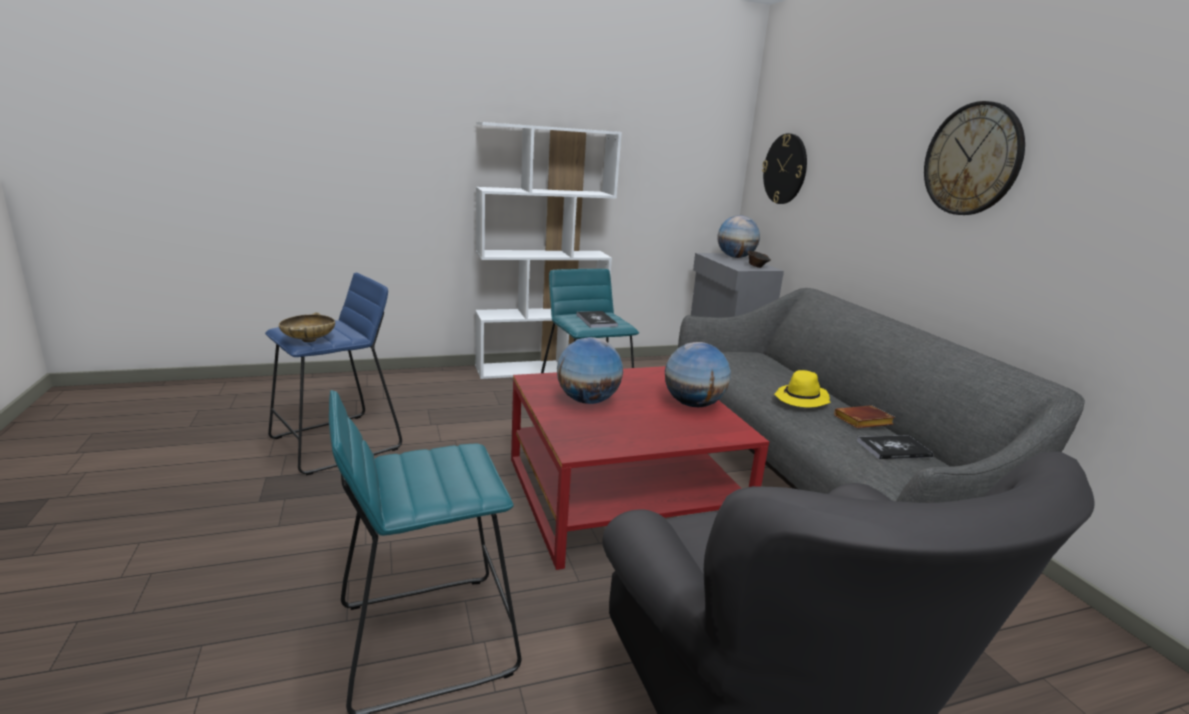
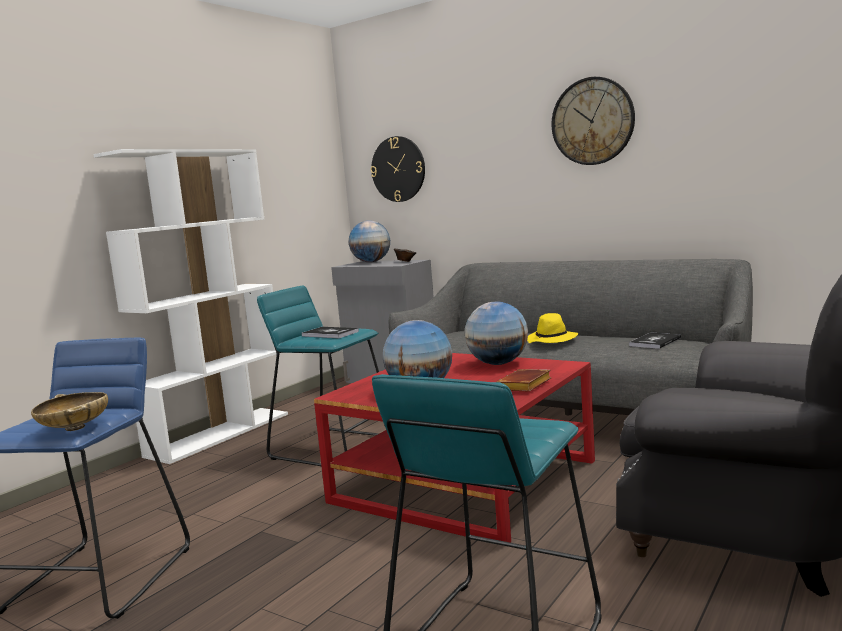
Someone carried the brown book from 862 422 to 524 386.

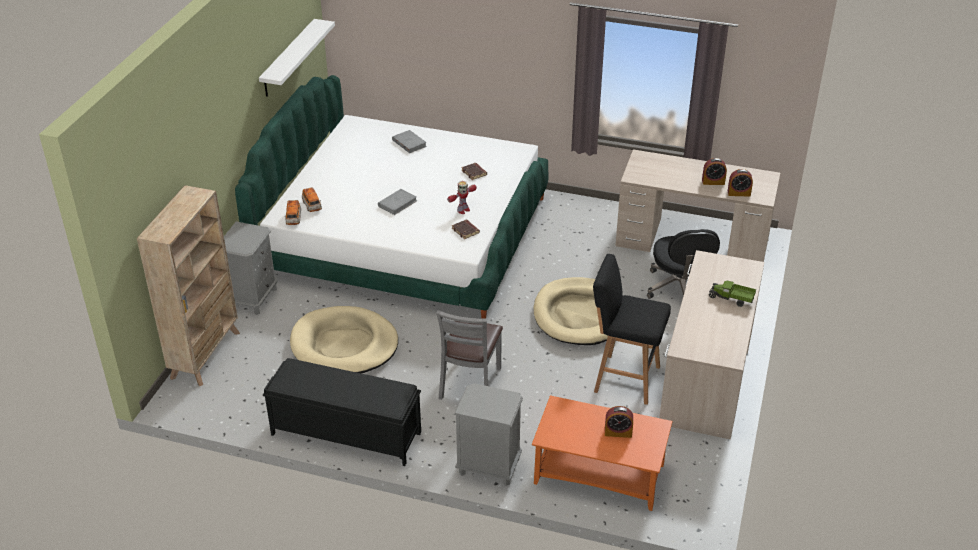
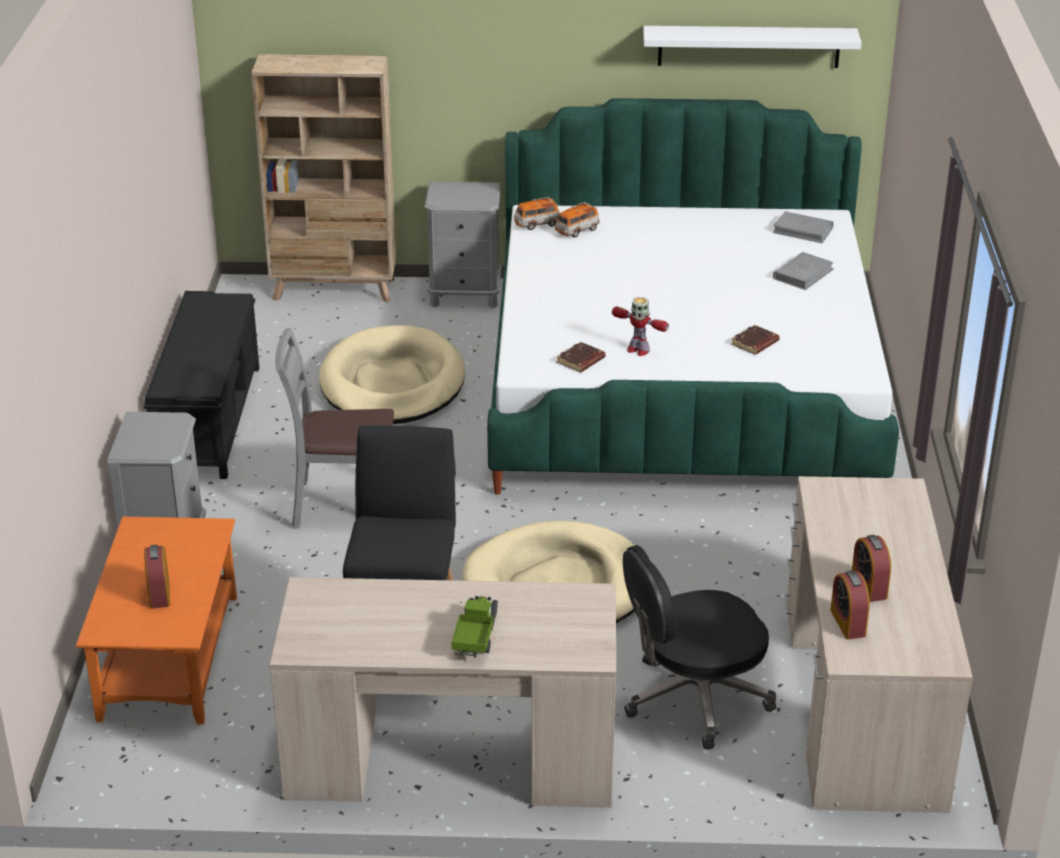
Someone carried the grey book from 397 203 to 803 230.

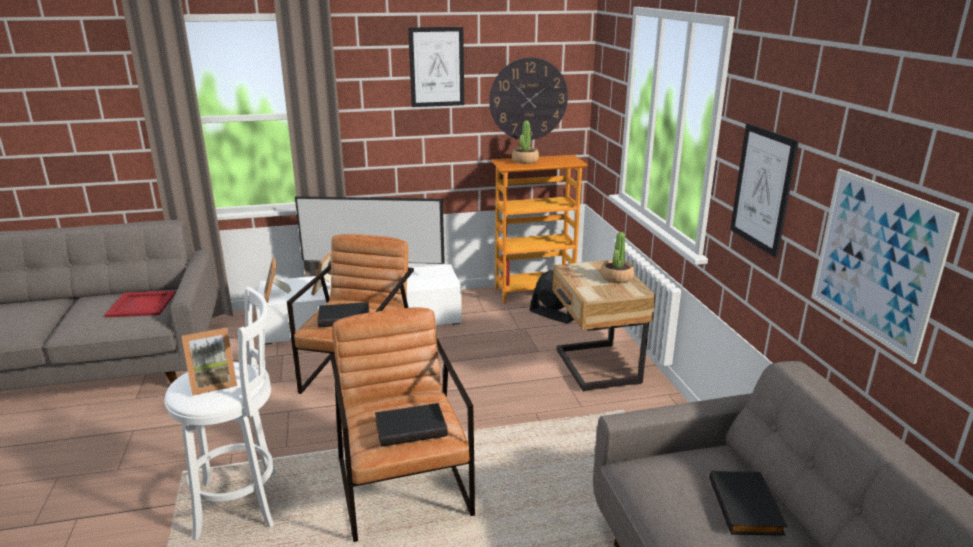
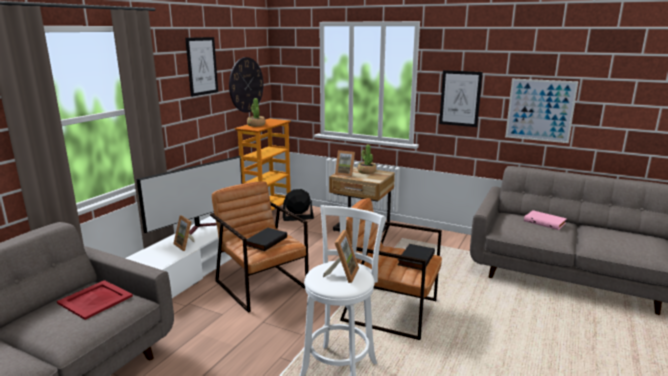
Someone carried the picture frame from 276 296 to 345 174.
Someone repainted the black book at 747 507, which became the pink book at 545 222.

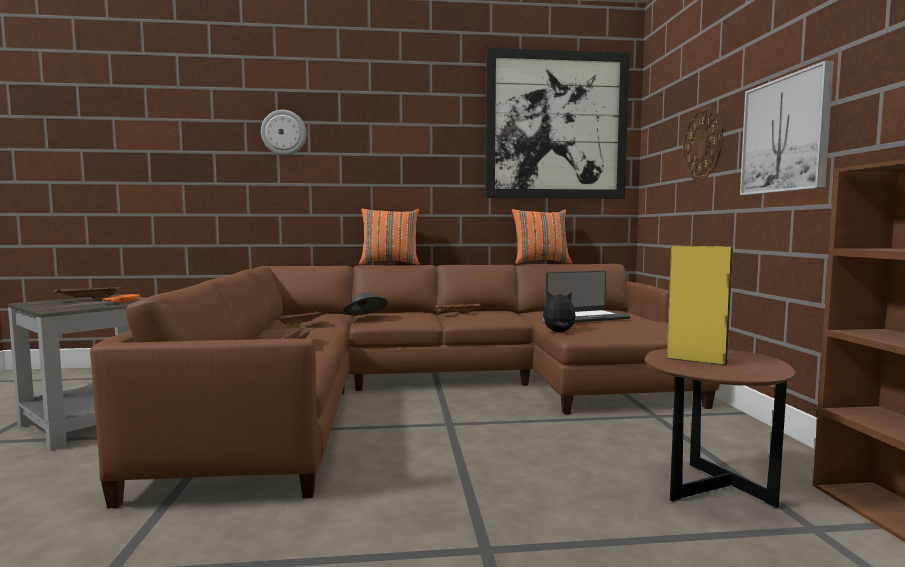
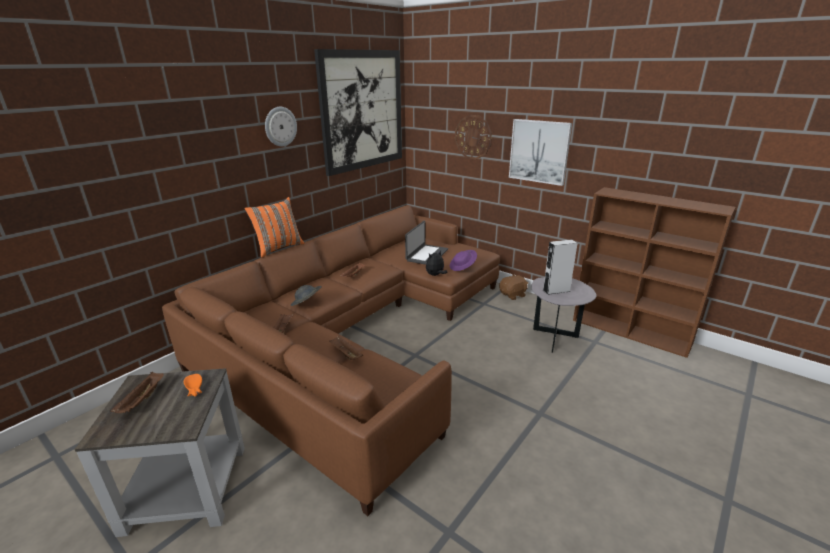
Someone carried the wall clock from 284 132 to 280 126.
Someone took away the orange pillow at 540 263.
Someone repainted the yellow speaker at 696 359, which became the grey speaker at 556 290.
Someone repainted the brown side table at 710 492, which became the grey side table at 555 341.
Someone put down the purple hat at 463 267.
Someone put down the brown plush toy at 513 295.

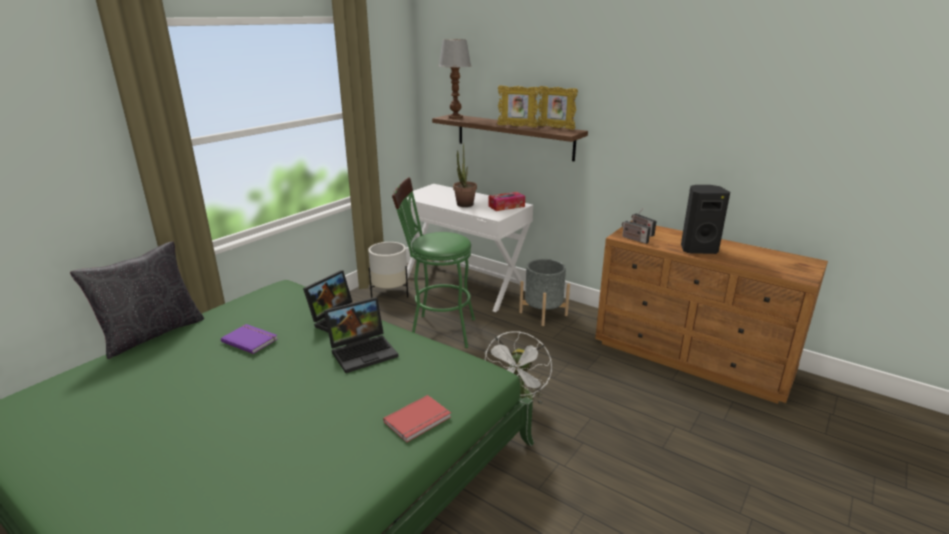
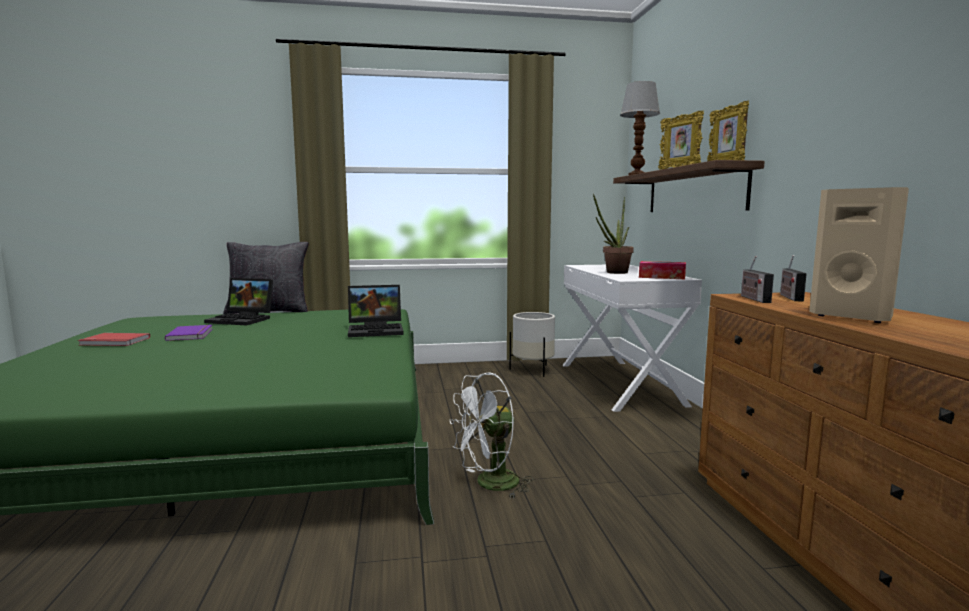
Someone took away the green stool at 437 330.
Someone repainted the black speaker at 697 249, which became the beige speaker at 853 317.
Someone took away the grey planter at 543 314.
Someone carried the laptop from 364 351 to 243 319.
Someone carried the purple book from 250 340 to 192 334.
Someone carried the red book from 419 420 to 114 342.

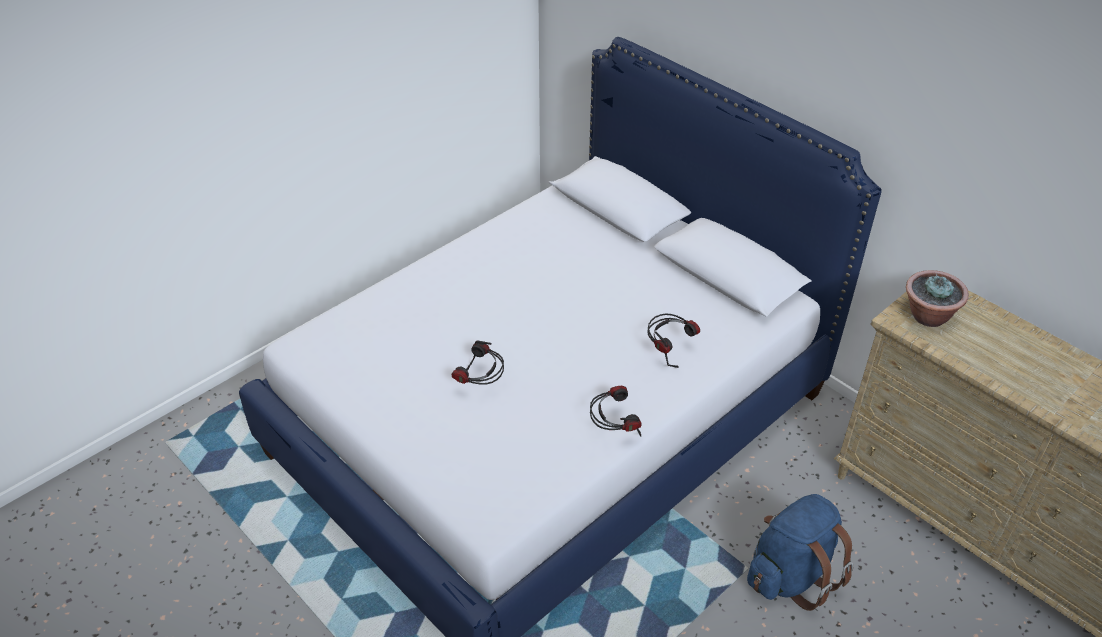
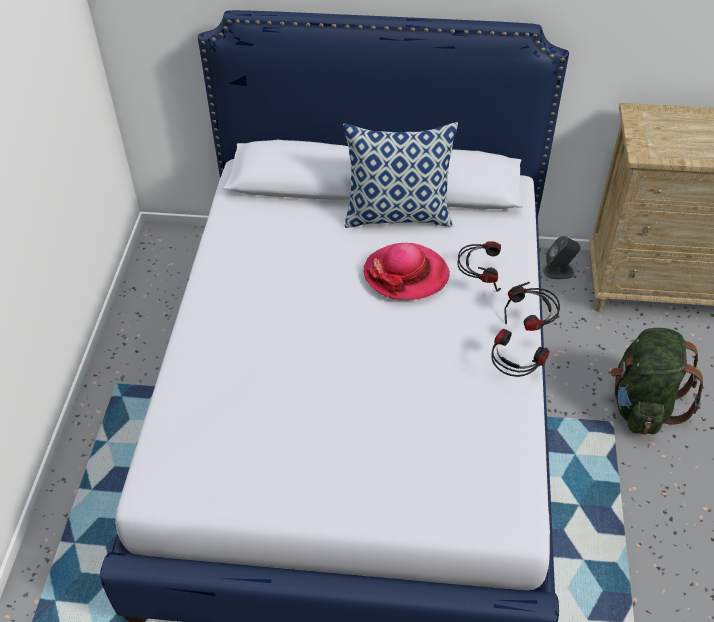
Someone took away the potted plant at 928 316.
Someone carried the headphones from 481 385 to 530 325.
Someone repainted the blue backpack at 791 575, which became the green backpack at 642 405.
Someone put down the pillow at 398 215.
Someone put down the grey speaker at 559 271.
Someone put down the hat at 406 274.

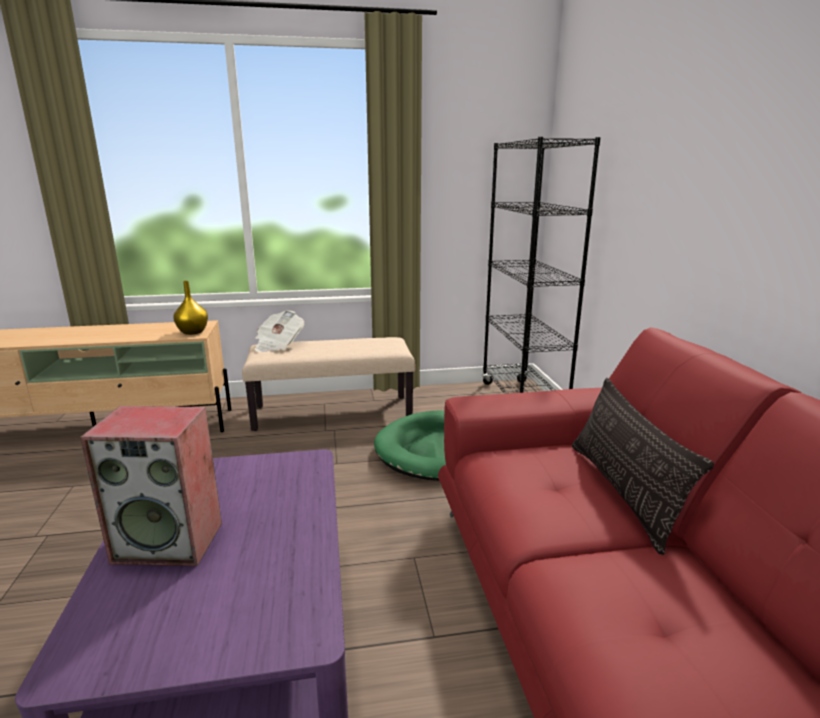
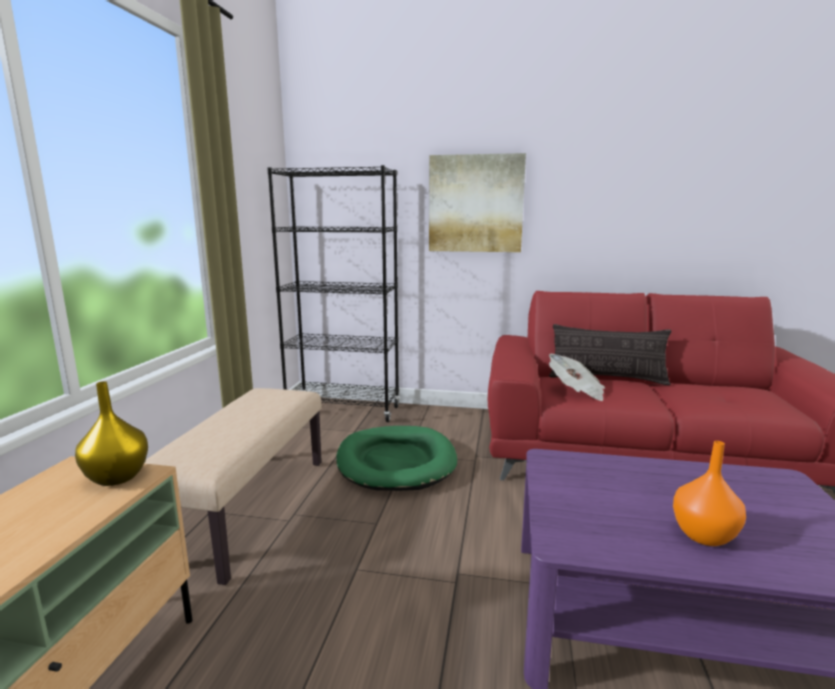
Someone carried the newspaper from 278 345 to 576 392.
Someone swapped the speaker at 170 541 for the orange vase at 702 535.
Someone put up the picture at 475 204.

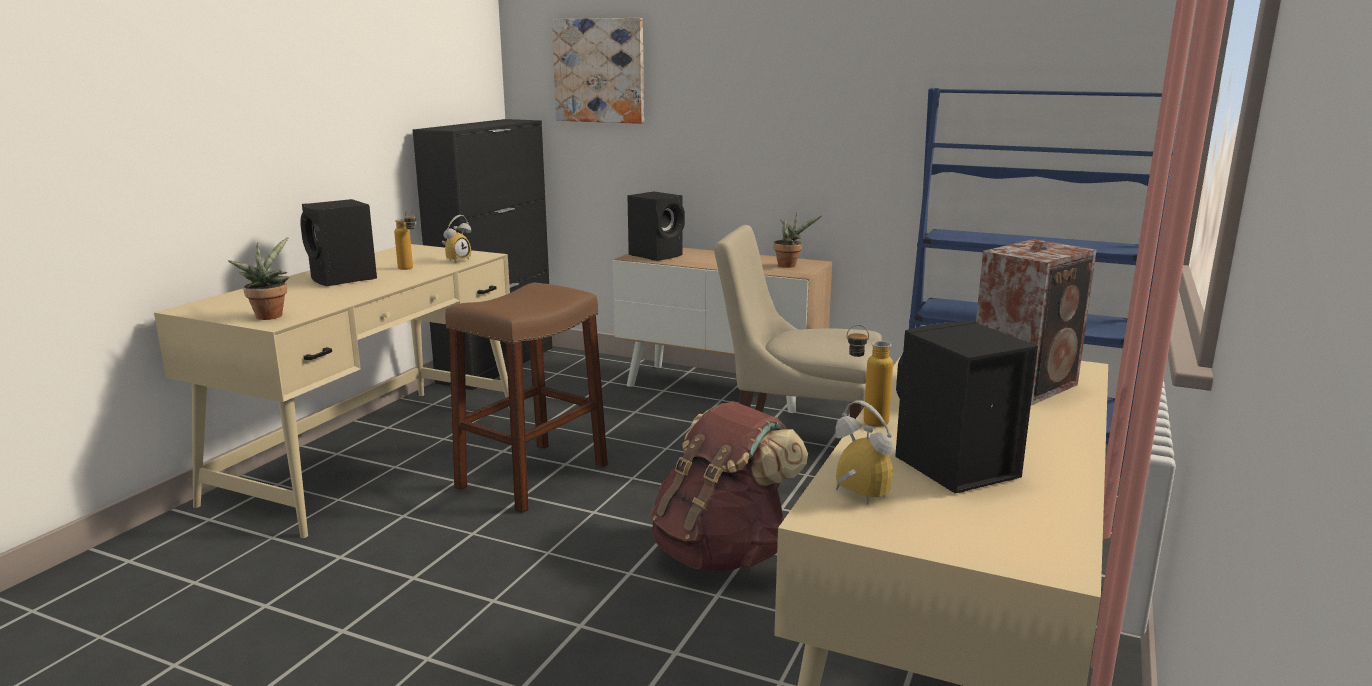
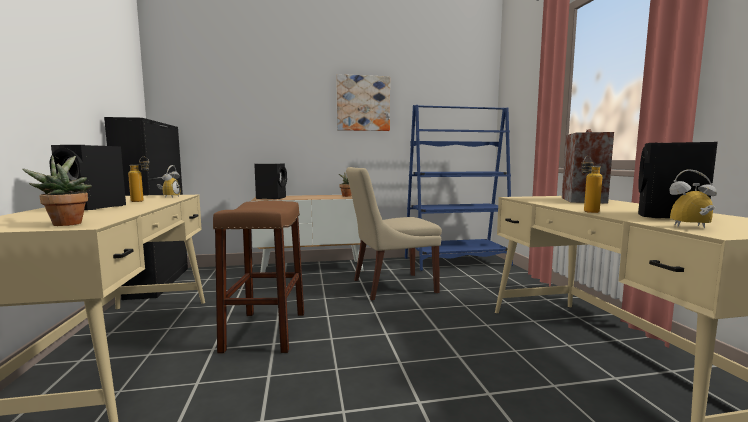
Someone carried the picture from 599 71 to 363 103.
Someone took away the brown backpack at 722 553.

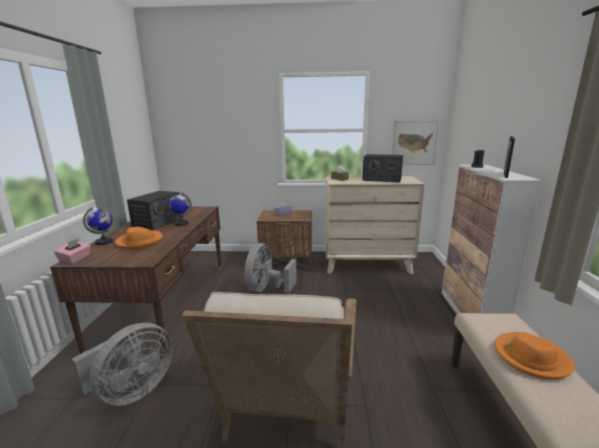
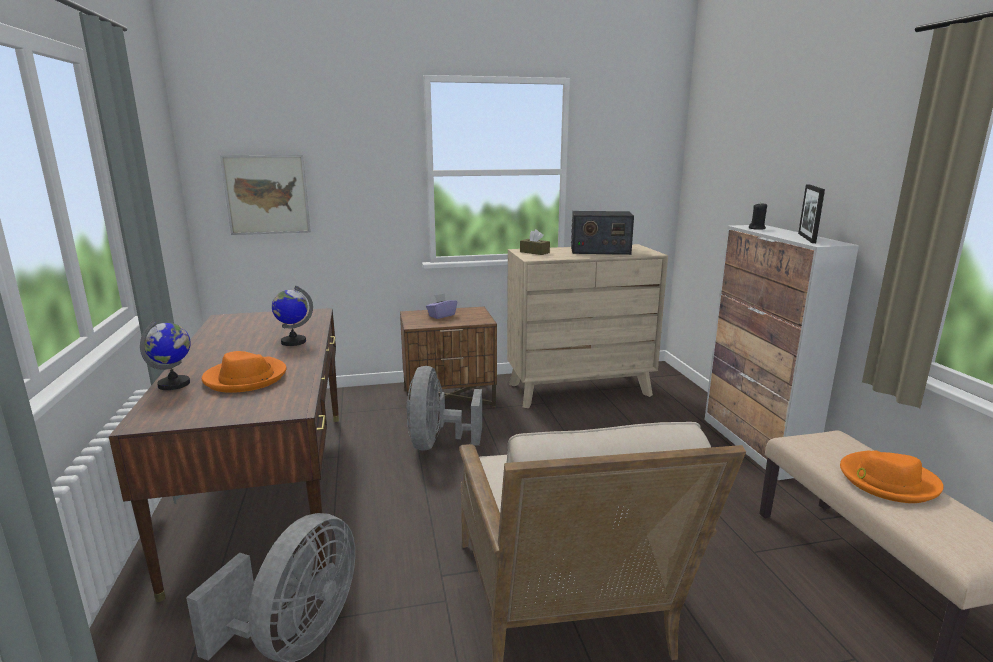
Someone carried the picture from 414 143 to 267 195.
Someone took away the radio at 158 222.
Someone took away the pink tissue box at 75 259.

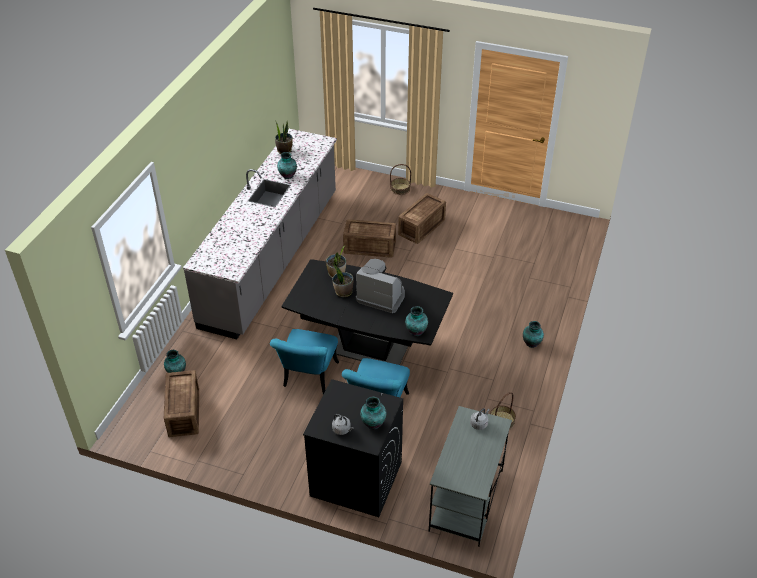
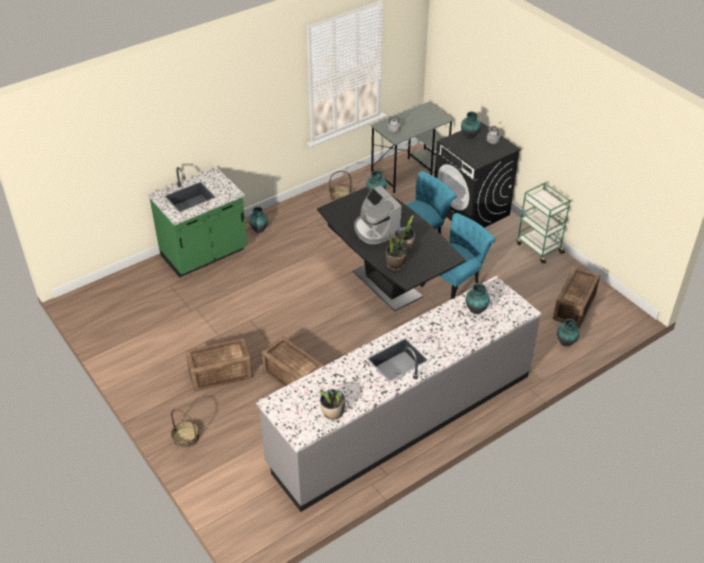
Someone carried the vase from 287 176 to 476 310.
Someone put down the green counter at 204 254.
Someone put down the green cart at 538 248.

